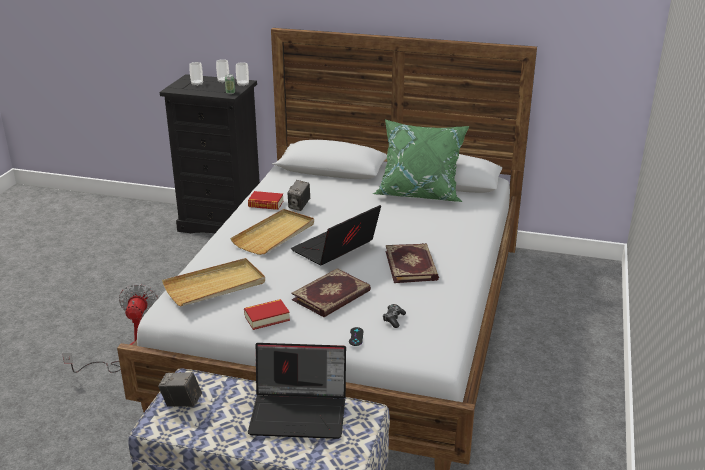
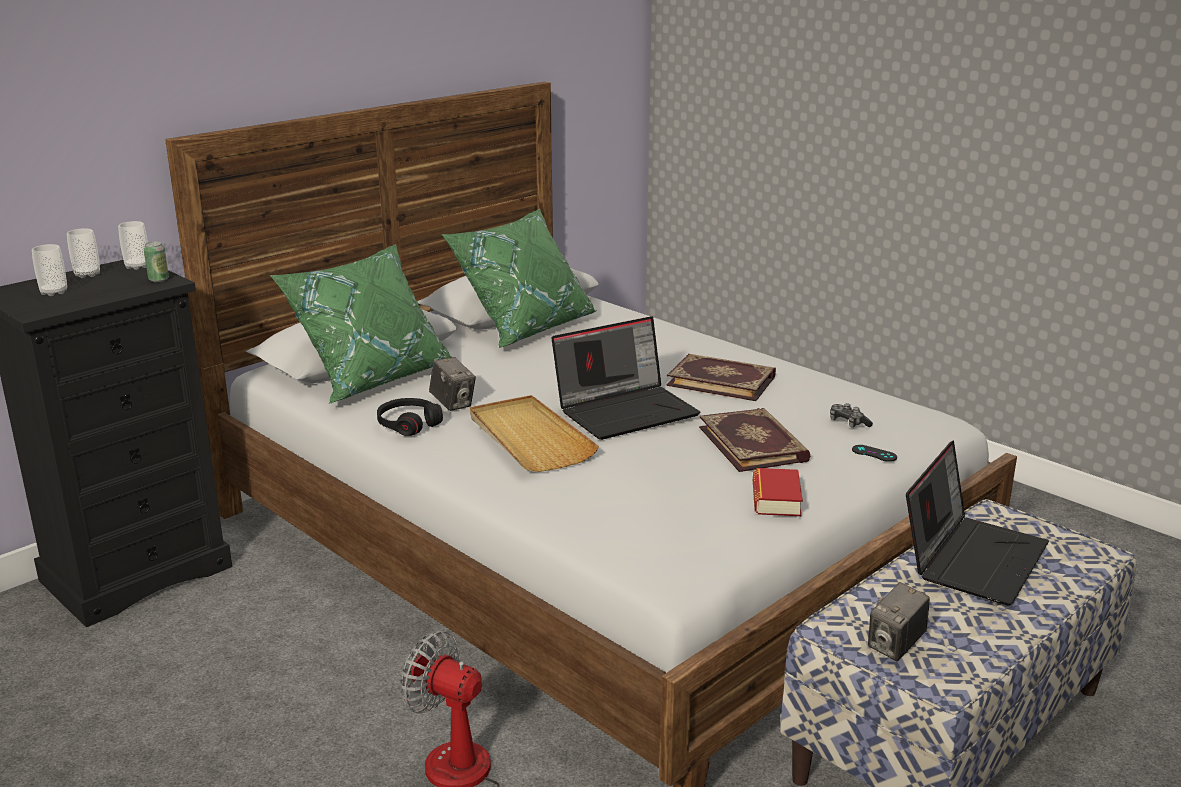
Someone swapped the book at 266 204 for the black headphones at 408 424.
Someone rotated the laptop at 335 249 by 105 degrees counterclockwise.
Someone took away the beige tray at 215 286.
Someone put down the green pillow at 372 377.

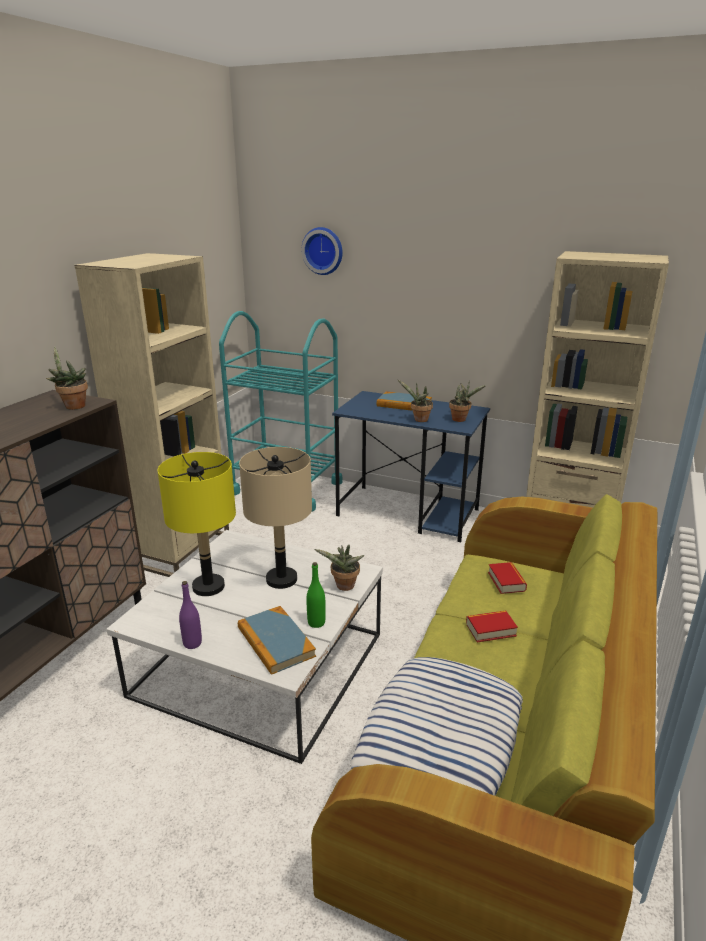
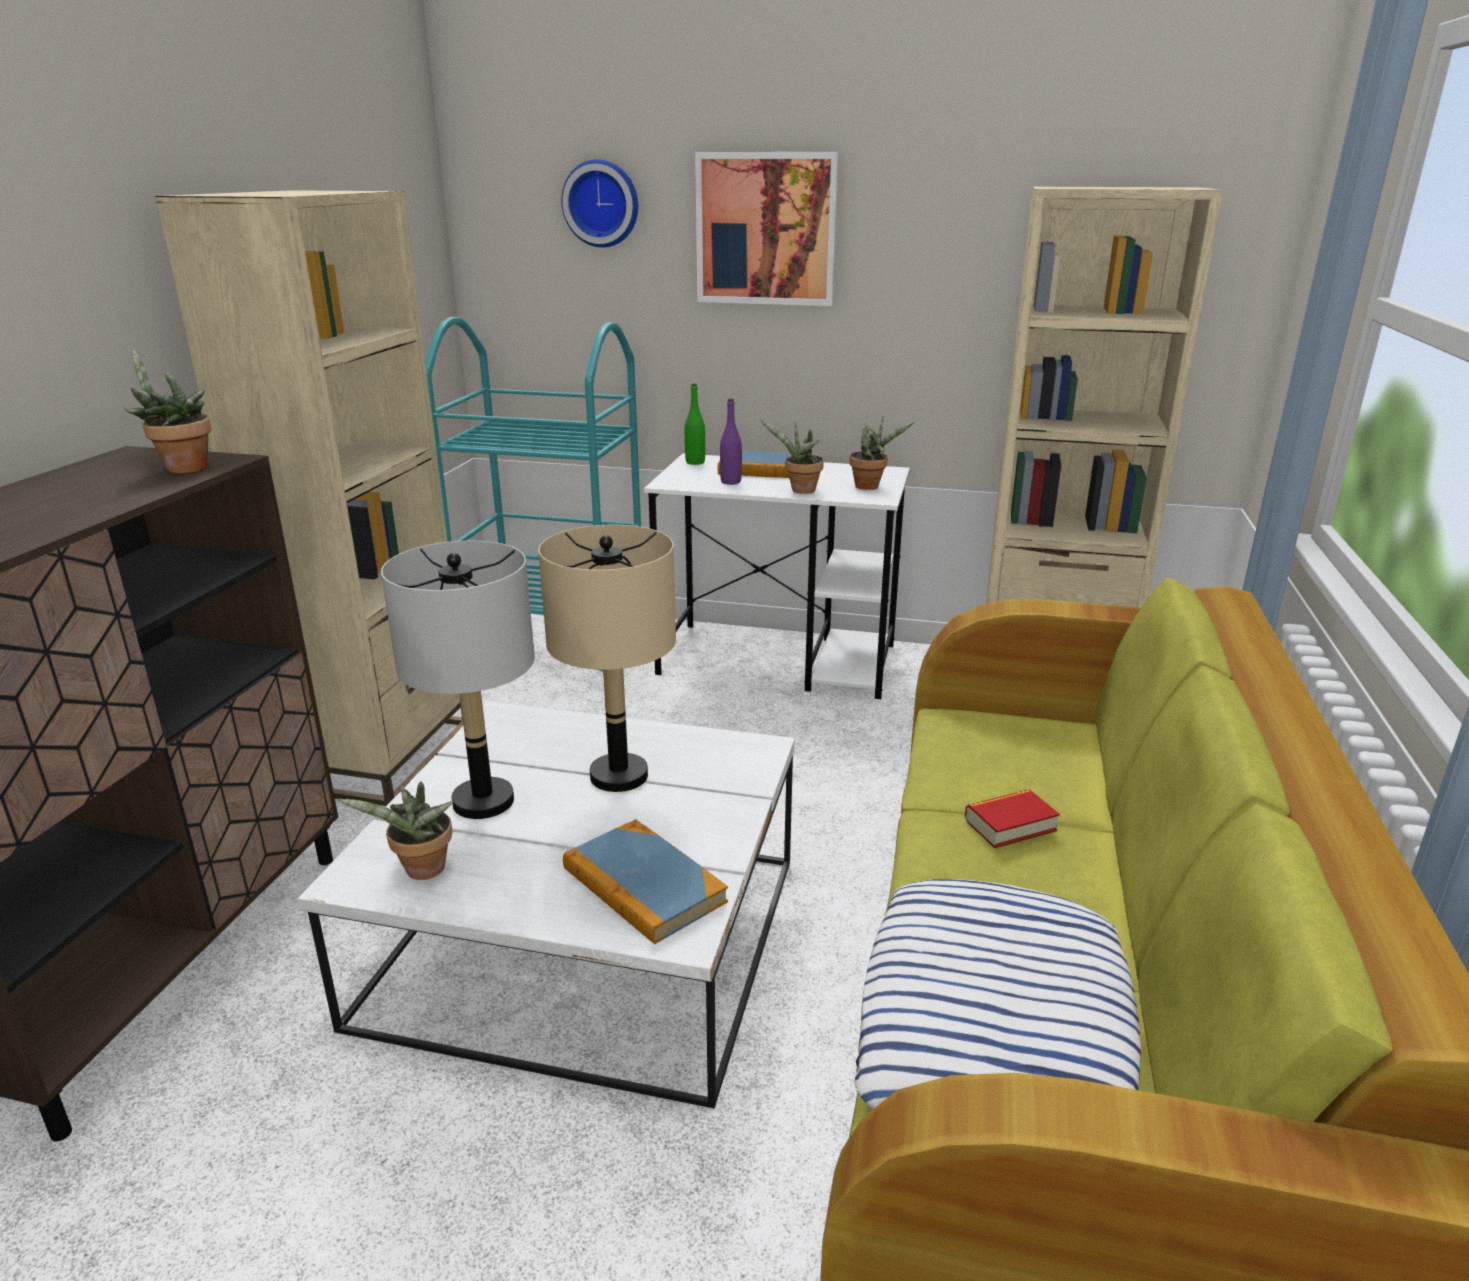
Someone repainted the blue desk at 409 513, which became the white desk at 779 660.
Someone repainted the yellow table lamp at 208 587, which became the grey table lamp at 482 802.
Someone carried the potted plant from 343 587 to 421 872.
Someone carried the green bottle from 316 622 to 695 462.
Someone took away the book at 506 581.
Someone carried the purple bottle from 192 643 to 730 482.
Someone put up the picture at 766 229.

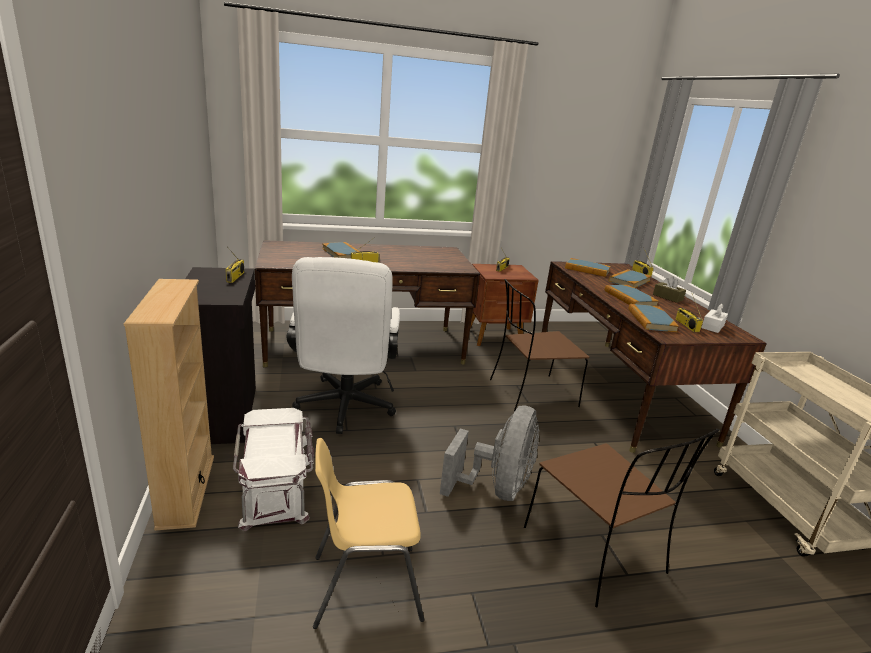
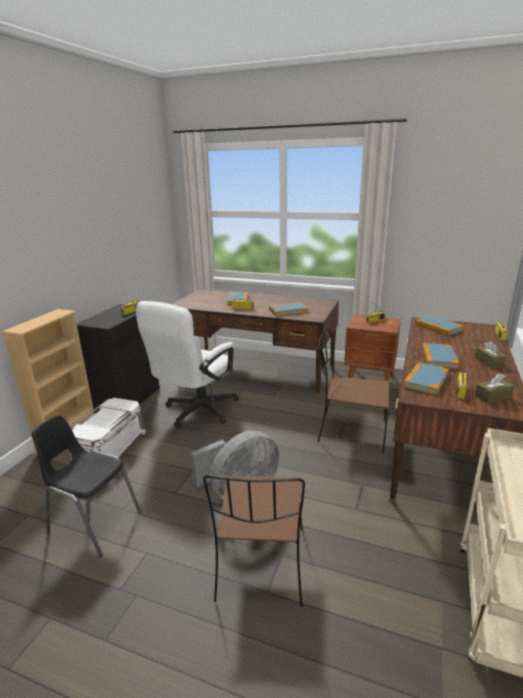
Someone carried the book from 629 281 to 288 311.
Someone repainted the white tissue box at 712 326, which became the brown tissue box at 492 396.
Someone repainted the yellow chair at 365 586, which became the black chair at 94 522.

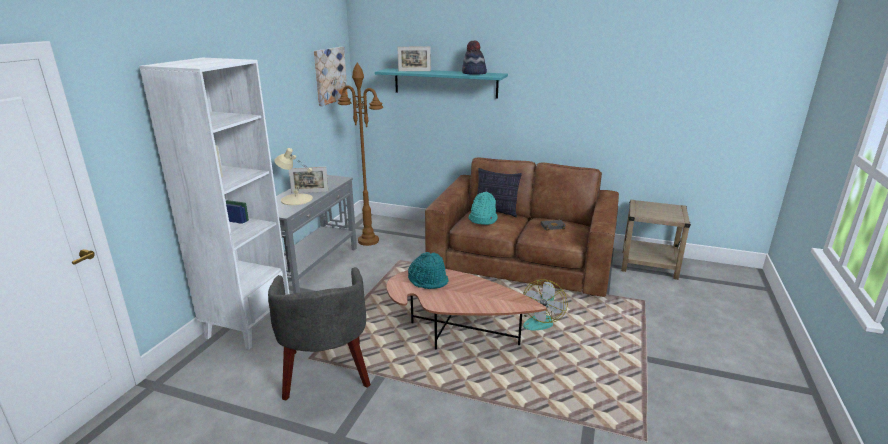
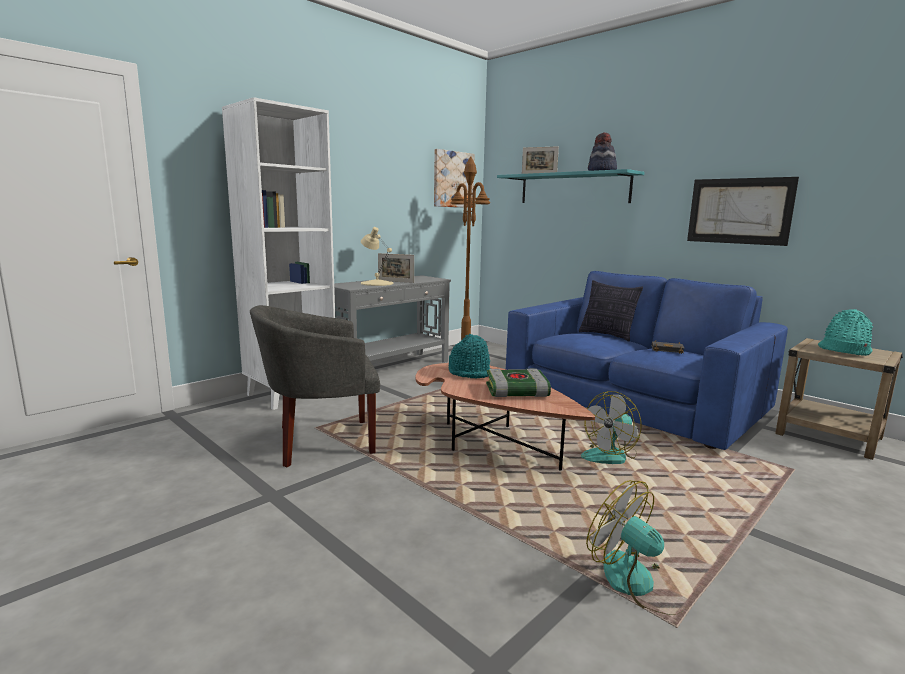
Someone repainted the brown sofa at 522 259, which became the blue sofa at 633 400.
Someone carried the turquoise hat from 482 219 to 843 350.
Someone rotated the grey armchair at 326 372 by 60 degrees clockwise.
Someone put up the picture at 739 211.
Someone put down the book at 516 392.
Someone put down the fan at 640 584.

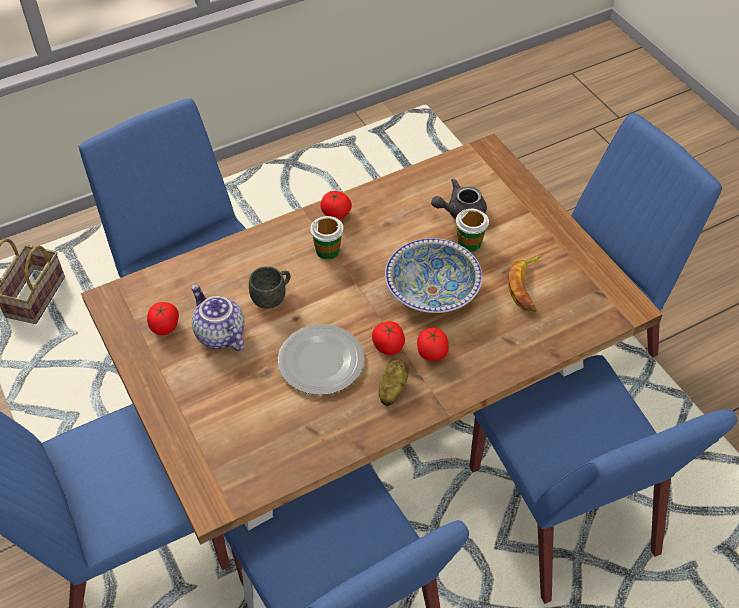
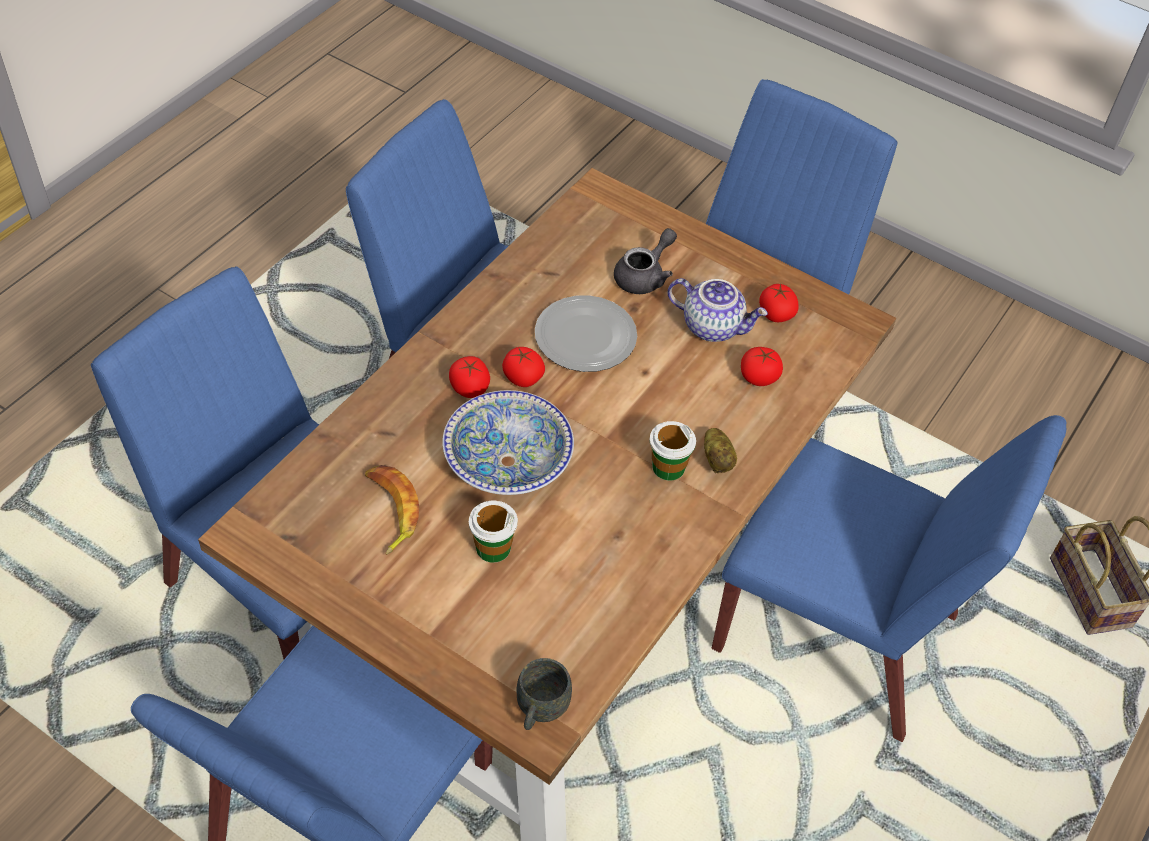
Someone carried the grey teapot from 460 212 to 644 276.
Someone carried the tomato from 335 214 to 759 377.
Someone carried the grey mug from 272 297 to 540 710.
Someone carried the potato from 392 389 to 718 460.

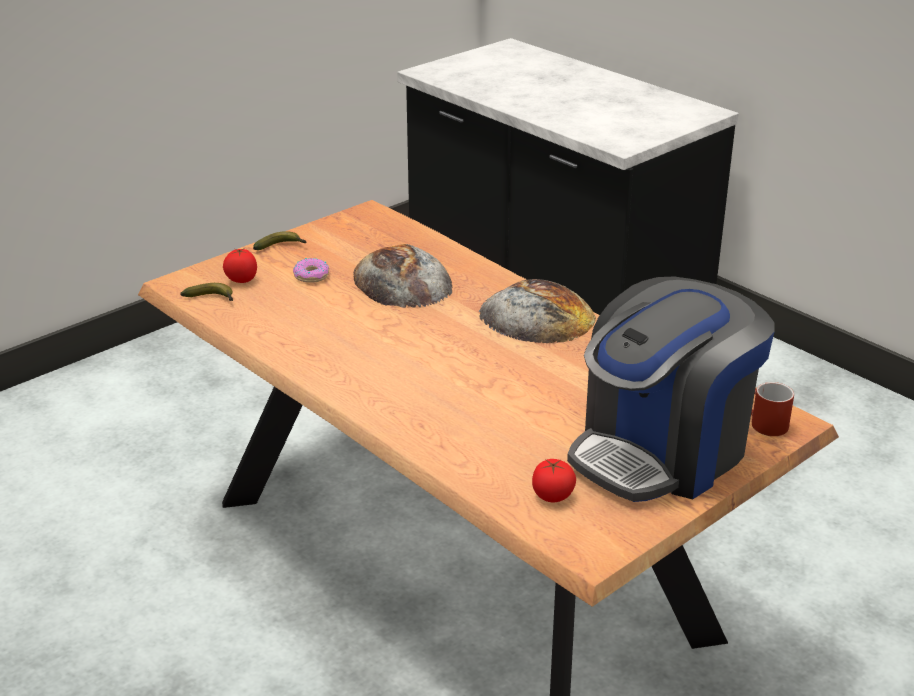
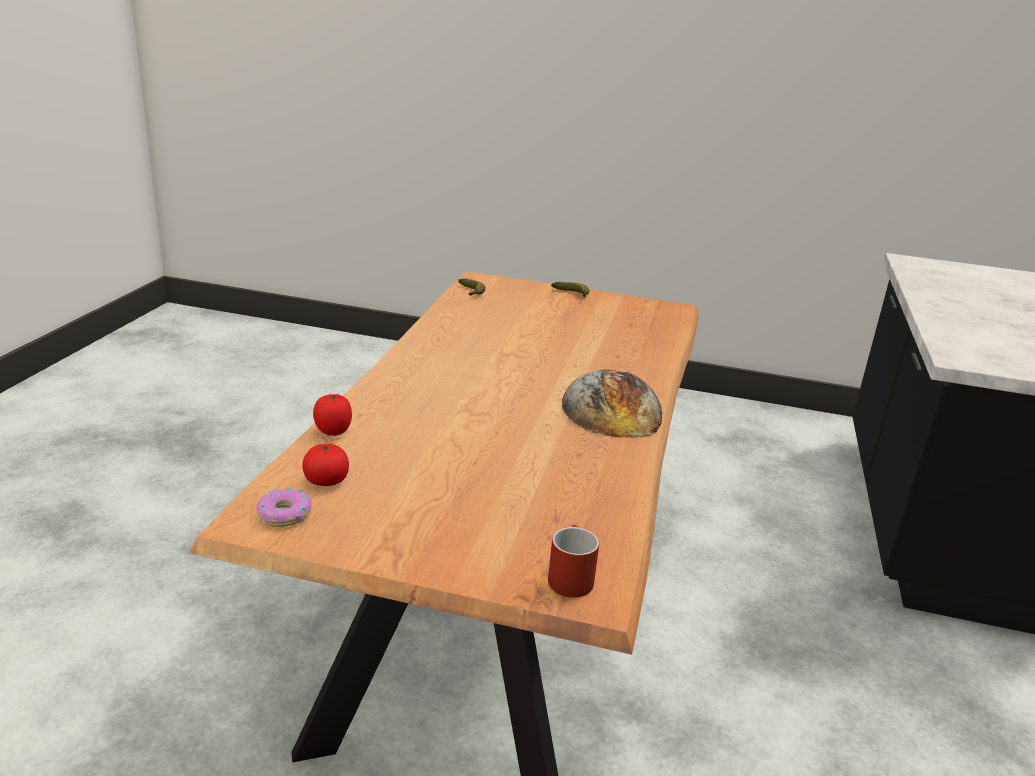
Someone took away the bread at 402 282.
Someone carried the tomato from 241 280 to 333 431.
Someone carried the donut from 312 276 to 284 515.
Someone took away the coffee machine at 662 451.

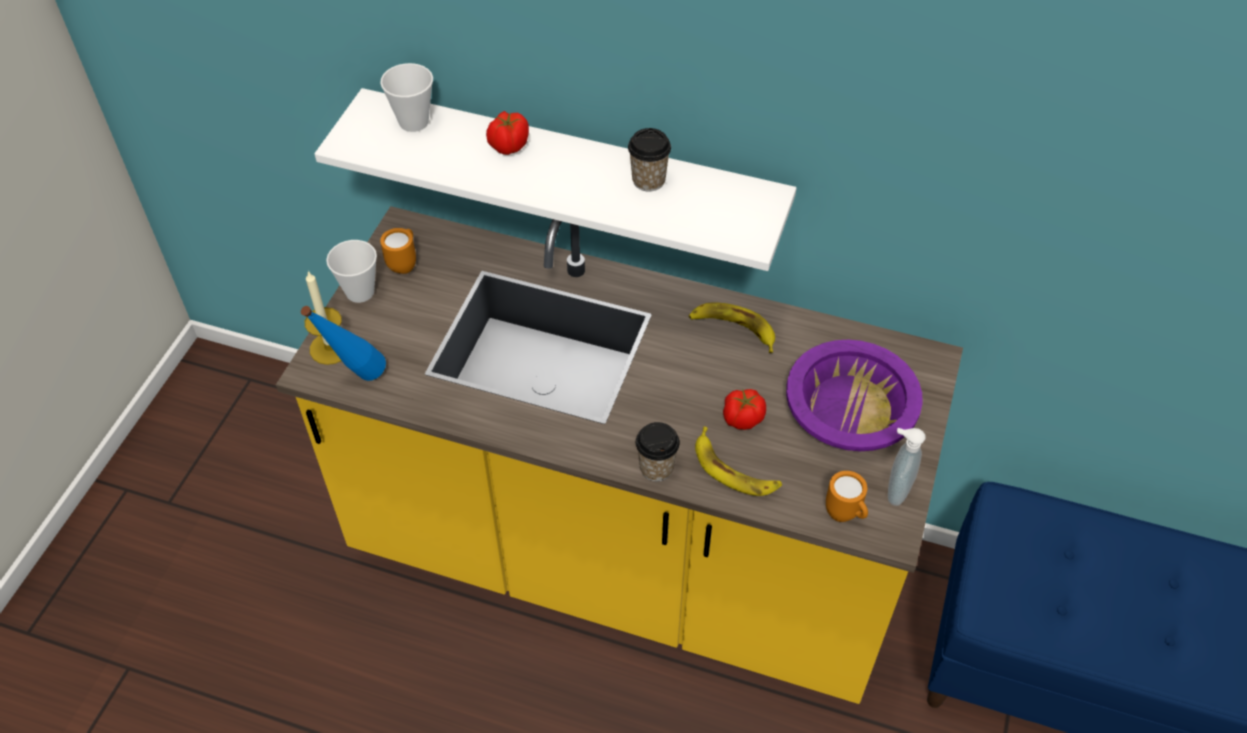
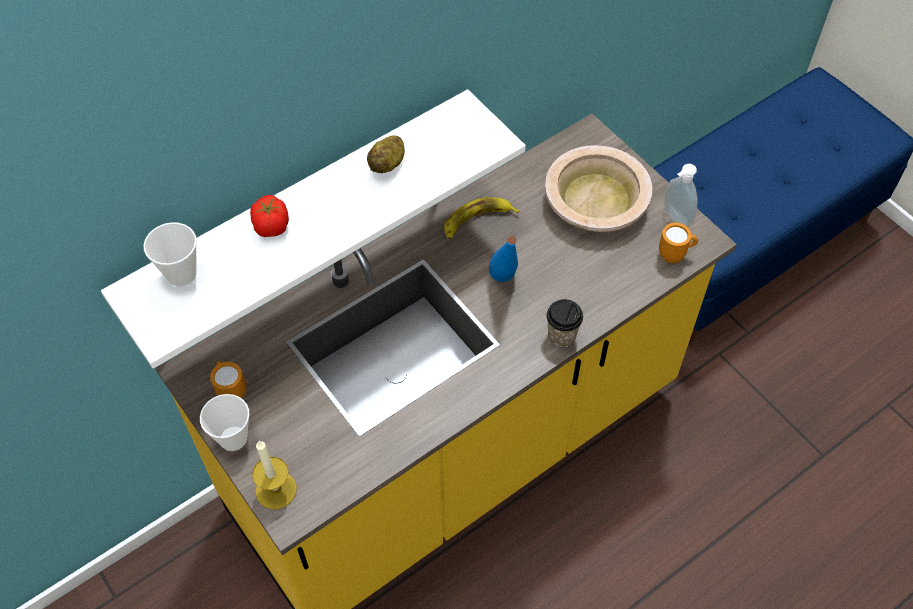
Someone swapped the cup at 648 180 for the potato at 388 164.
Someone carried the blue bottle from 356 379 to 504 285.
Someone repainted the purple bowl at 850 410, which became the beige bowl at 596 201.
Someone took away the tomato at 742 419.
Someone took away the banana at 734 470.

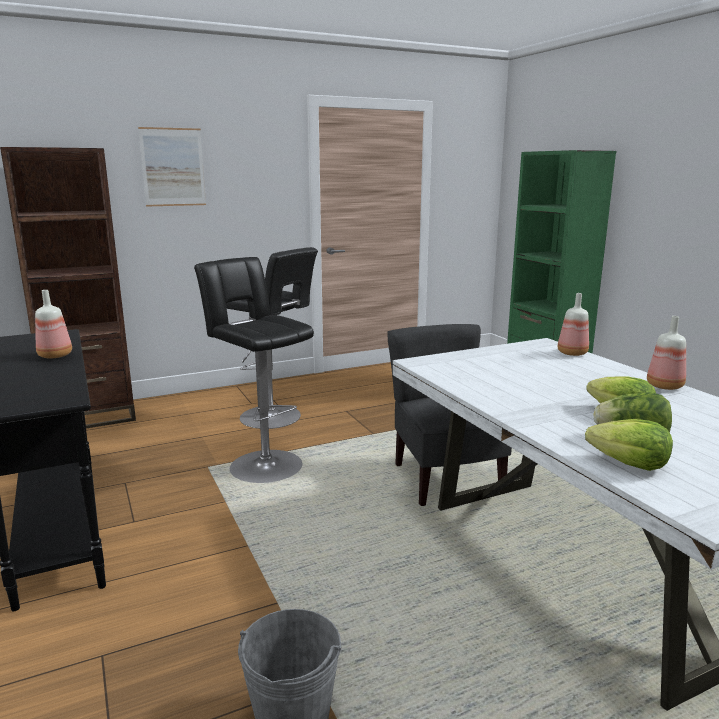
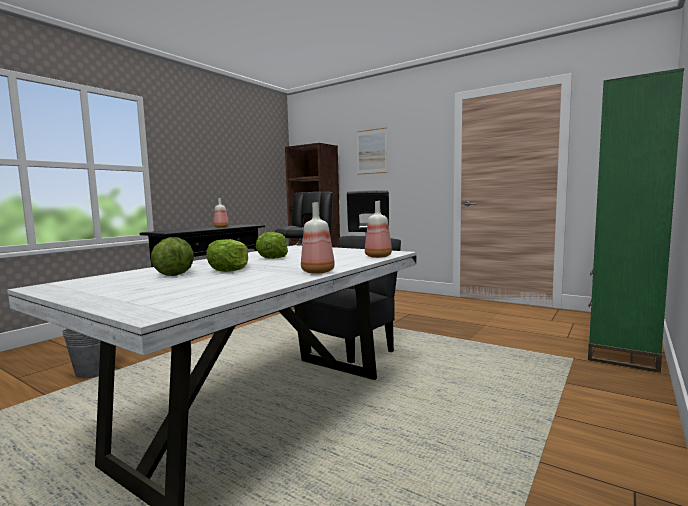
Someone carried the lettuce from 629 464 to 272 257.

